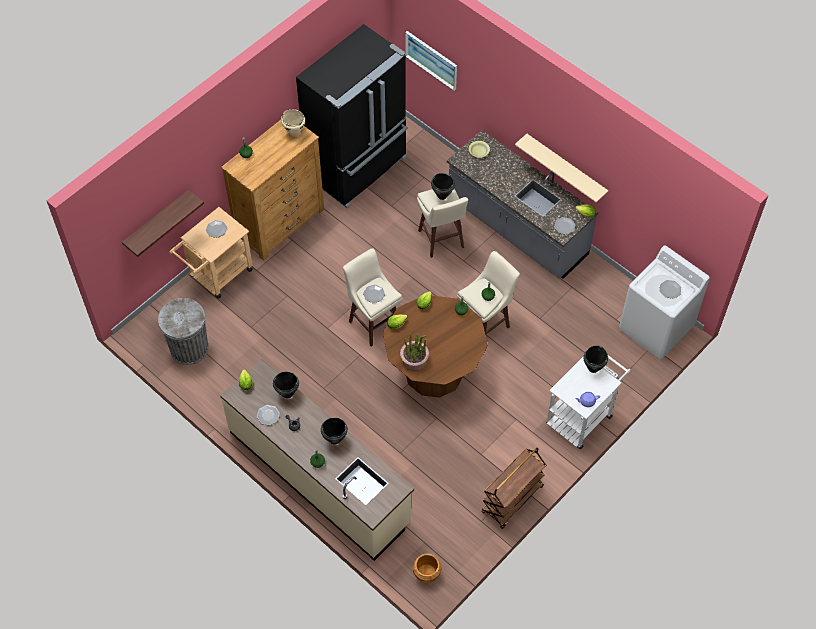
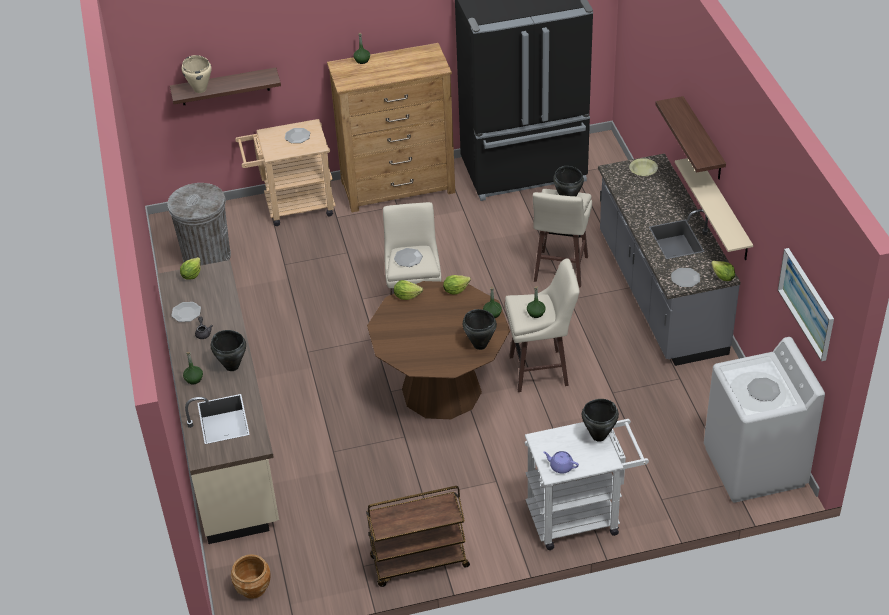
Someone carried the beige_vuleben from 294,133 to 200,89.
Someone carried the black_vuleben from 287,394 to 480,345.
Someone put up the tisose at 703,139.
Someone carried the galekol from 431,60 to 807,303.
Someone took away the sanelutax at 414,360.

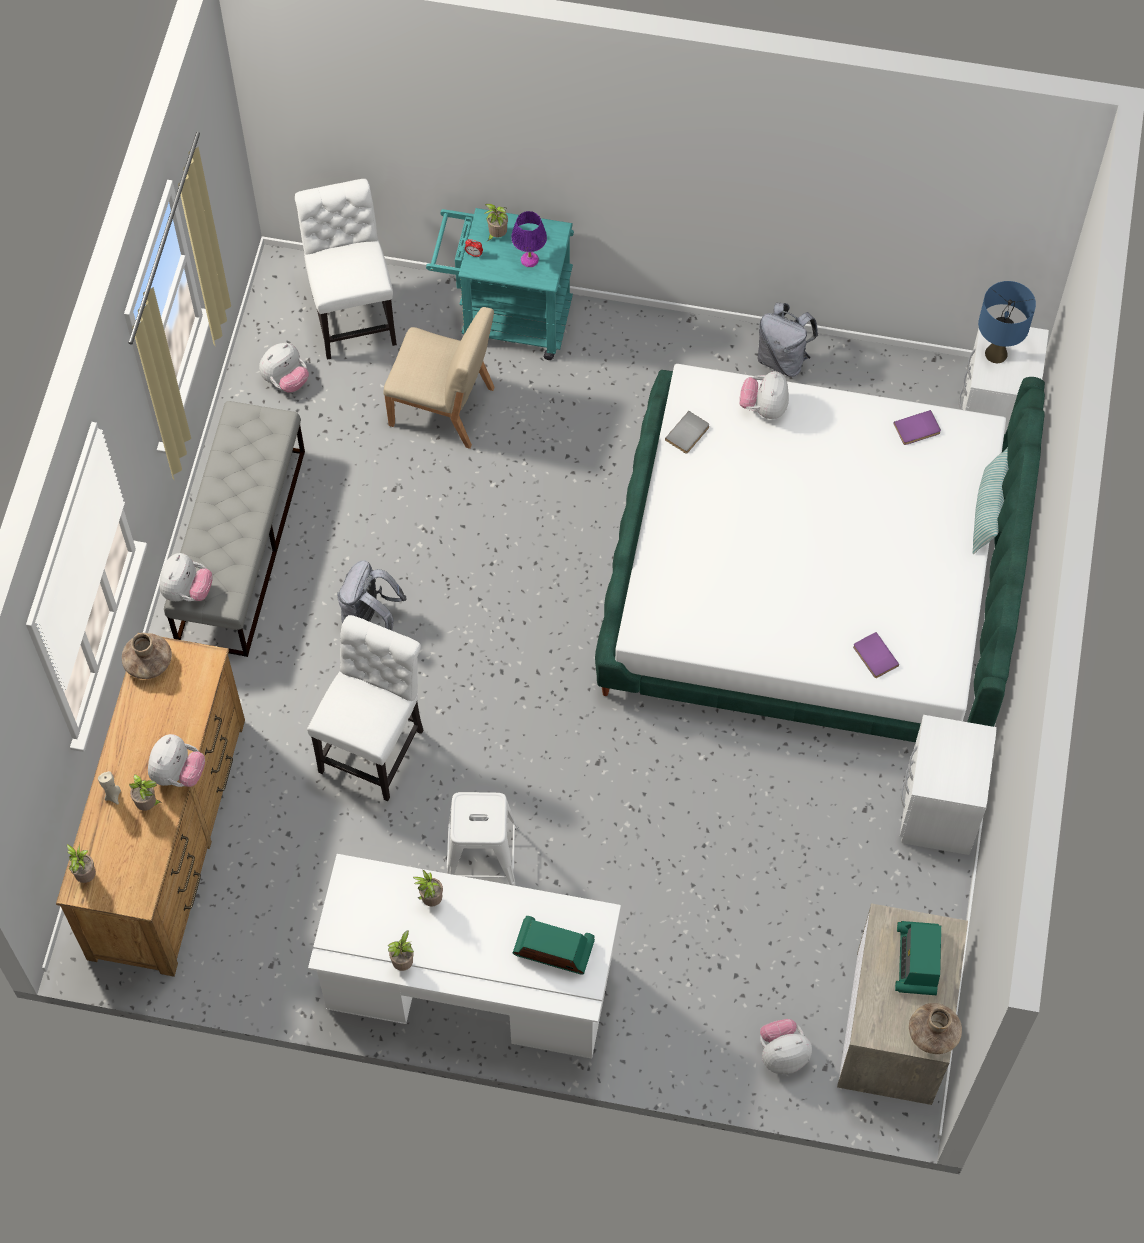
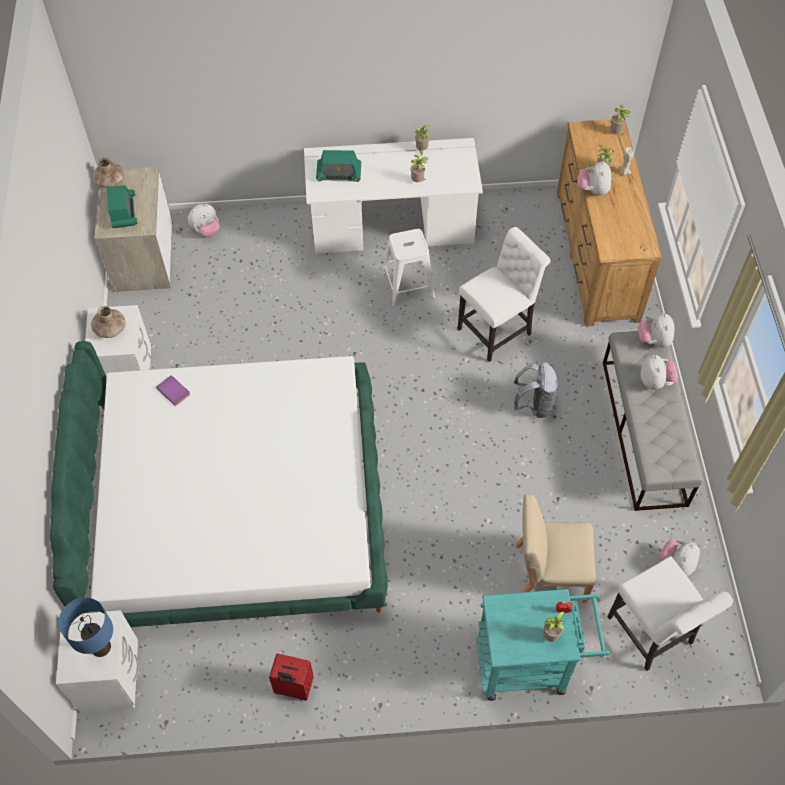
Someone carried the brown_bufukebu from 148,662 to 110,328.
Someone swapped the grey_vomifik at 783,359 for the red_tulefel at 293,688.
Someone rotated the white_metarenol at 374,746 by 135 degrees counterclockwise.
Someone carried the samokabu from 764,407 to 655,382.
Someone took away the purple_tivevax at 529,259.
Someone took away the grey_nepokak at 688,434.
Someone took away the purple_nepokak at 917,430.
Someone took away the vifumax at 987,511.

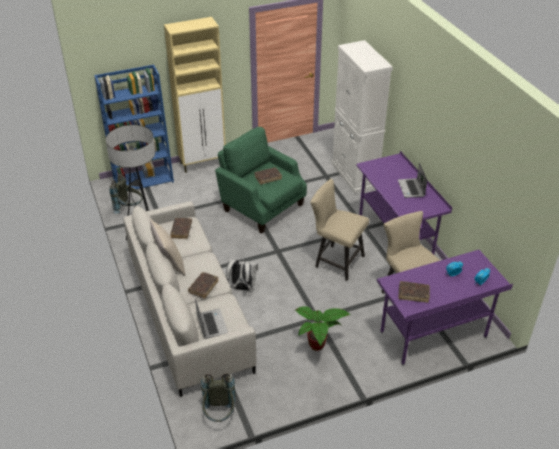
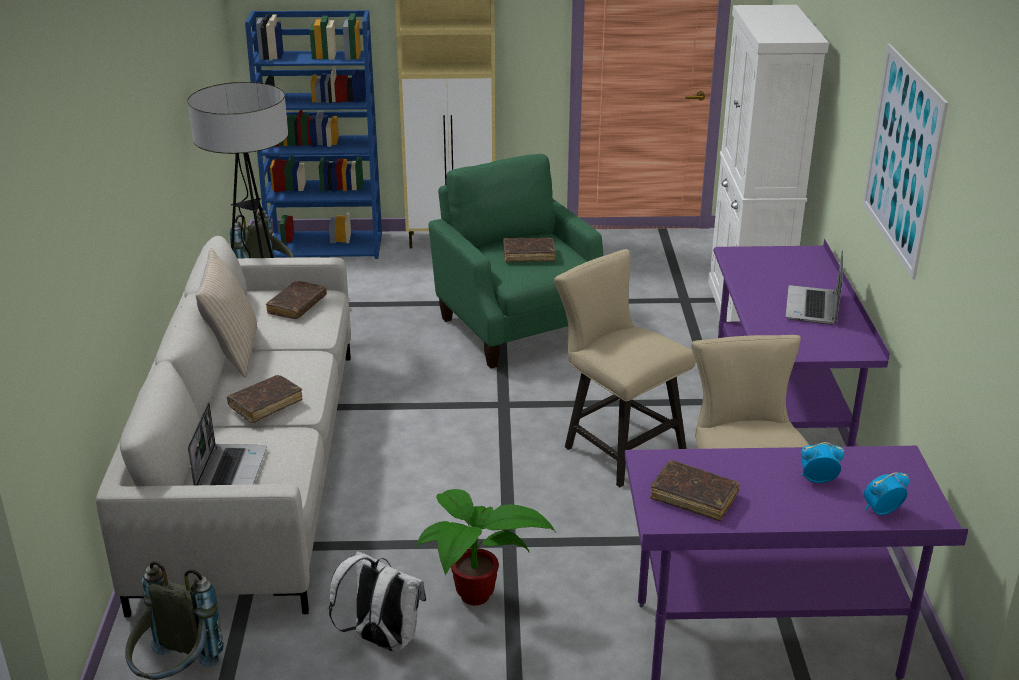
Someone carried the white_vomifik from 242,288 to 382,640.
Someone put up the galekol at 902,158.

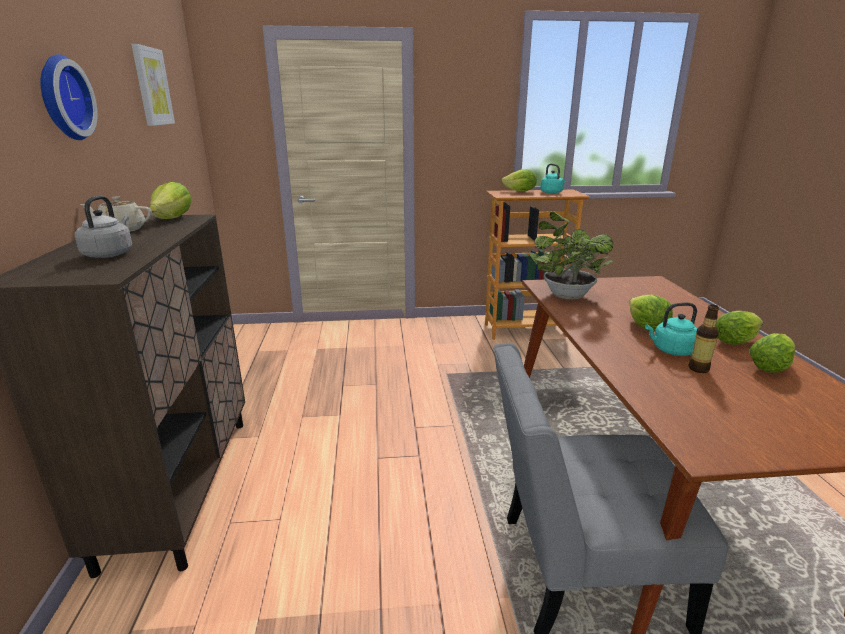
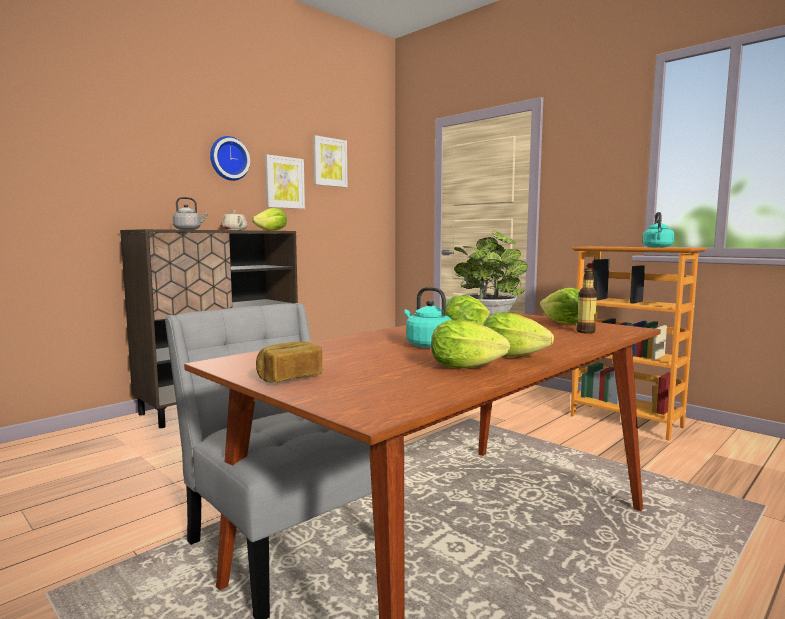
Someone put down the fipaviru at 289,377.
Someone put up the galekol at 284,182.
Someone carried the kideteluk from 520,191 to 564,324.
Someone carried the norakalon from 698,369 to 585,332.

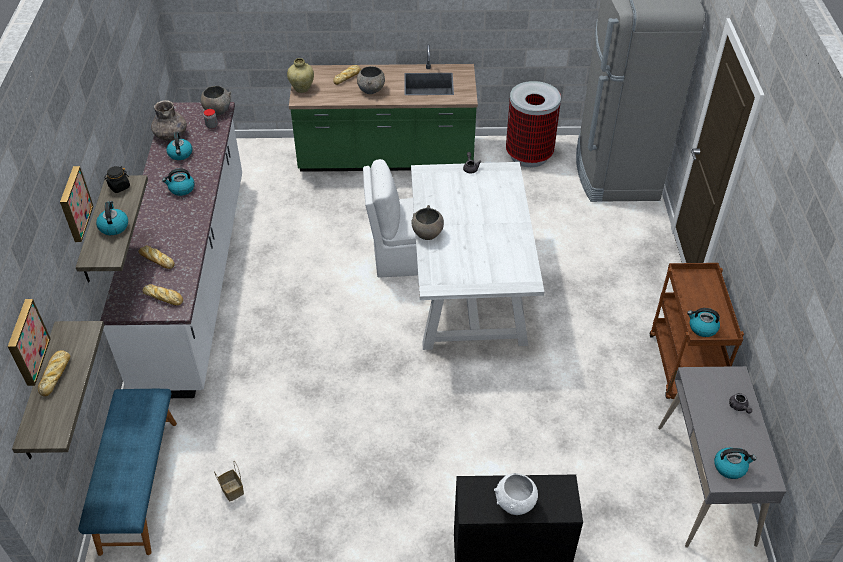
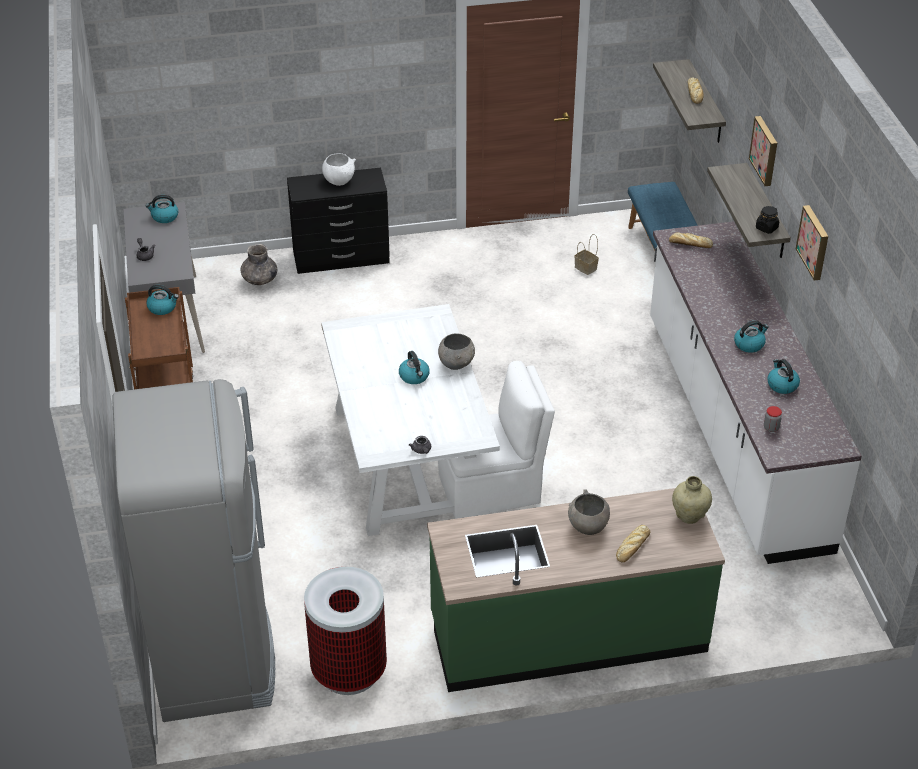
Someone carried the grey_bufukebu from 171,134 to 259,279.
Someone carried the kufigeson from 113,226 to 414,376.
Someone carried the galekol from 26,342 to 814,242.
Someone took away the fipaviru at 156,259.
Someone took away the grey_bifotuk at 217,110.

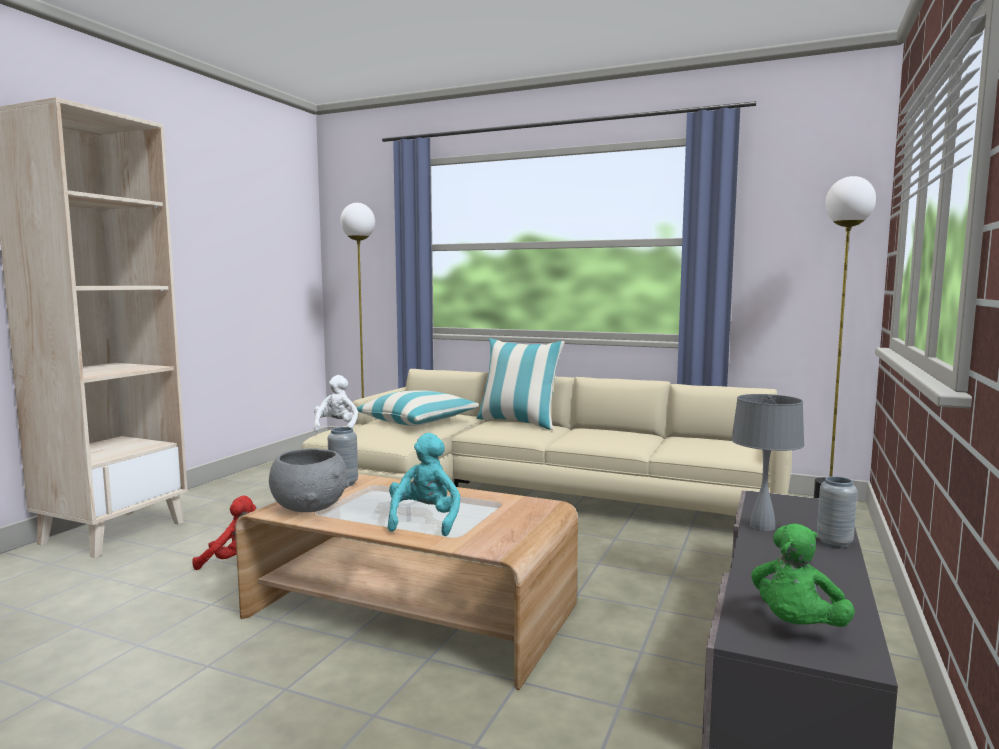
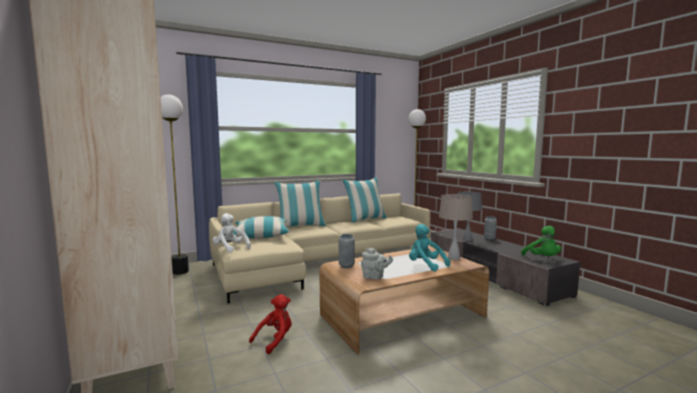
Someone put down the vifumax at 365,219.
Someone swapped the grey_bifotuk at 311,507 for the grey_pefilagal at 374,277.
Someone put down the beige_tivevax at 454,258.

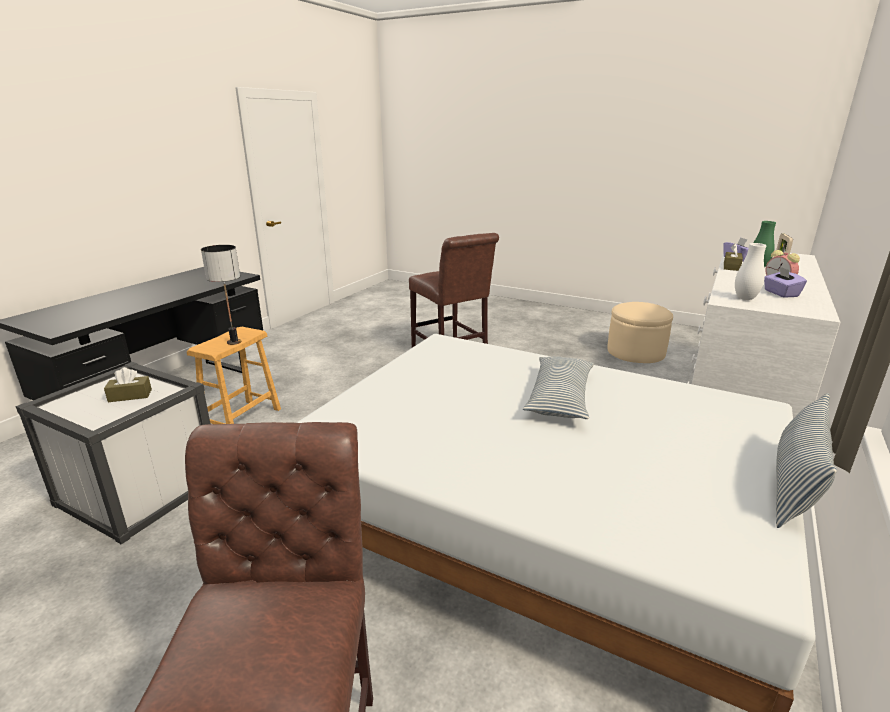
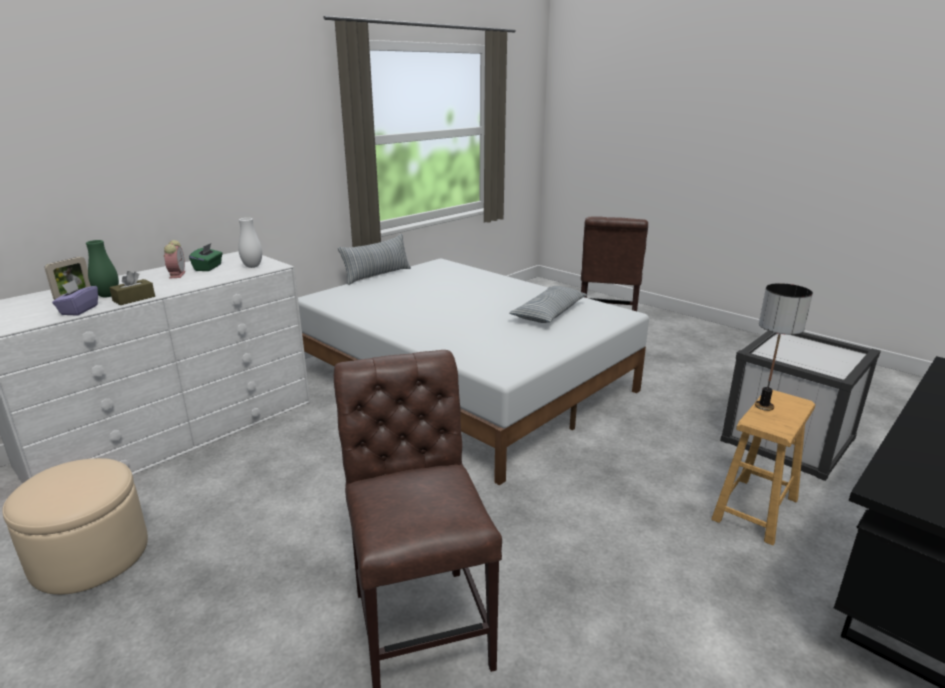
Someone repainted the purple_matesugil at 780,293, which became the green_matesugil at 208,268.
Someone carried the vifumax from 560,397 to 549,313.
Someone took away the brown_matesugil at 130,396.

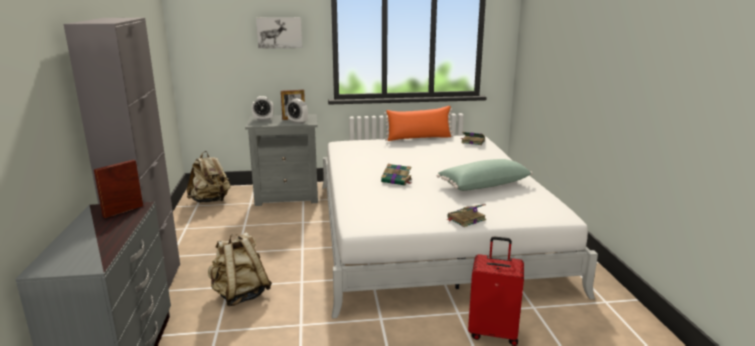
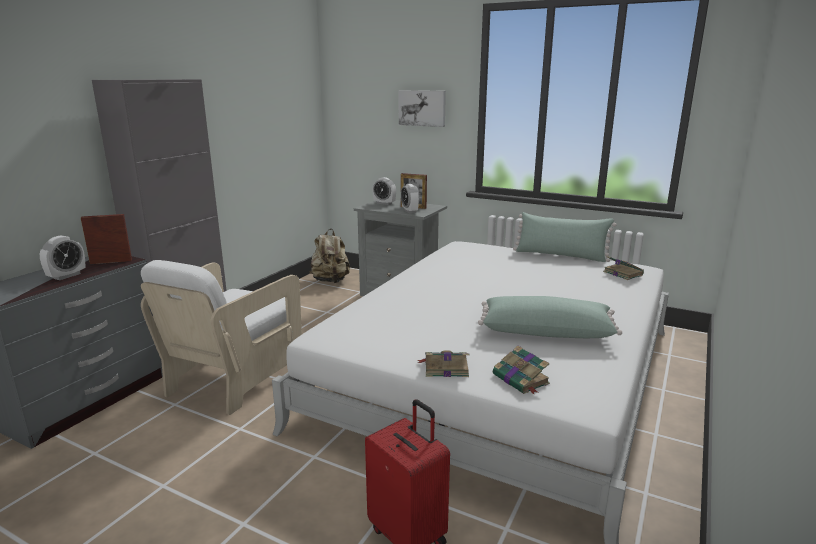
Someone put down the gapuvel at 67,276.
Someone swapped the beige_vomifik at 240,295 for the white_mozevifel at 234,378.
Someone carried the nepokak from 397,181 to 521,380.
Someone repainted the orange_vifumax at 419,138, which became the green_vifumax at 560,255.

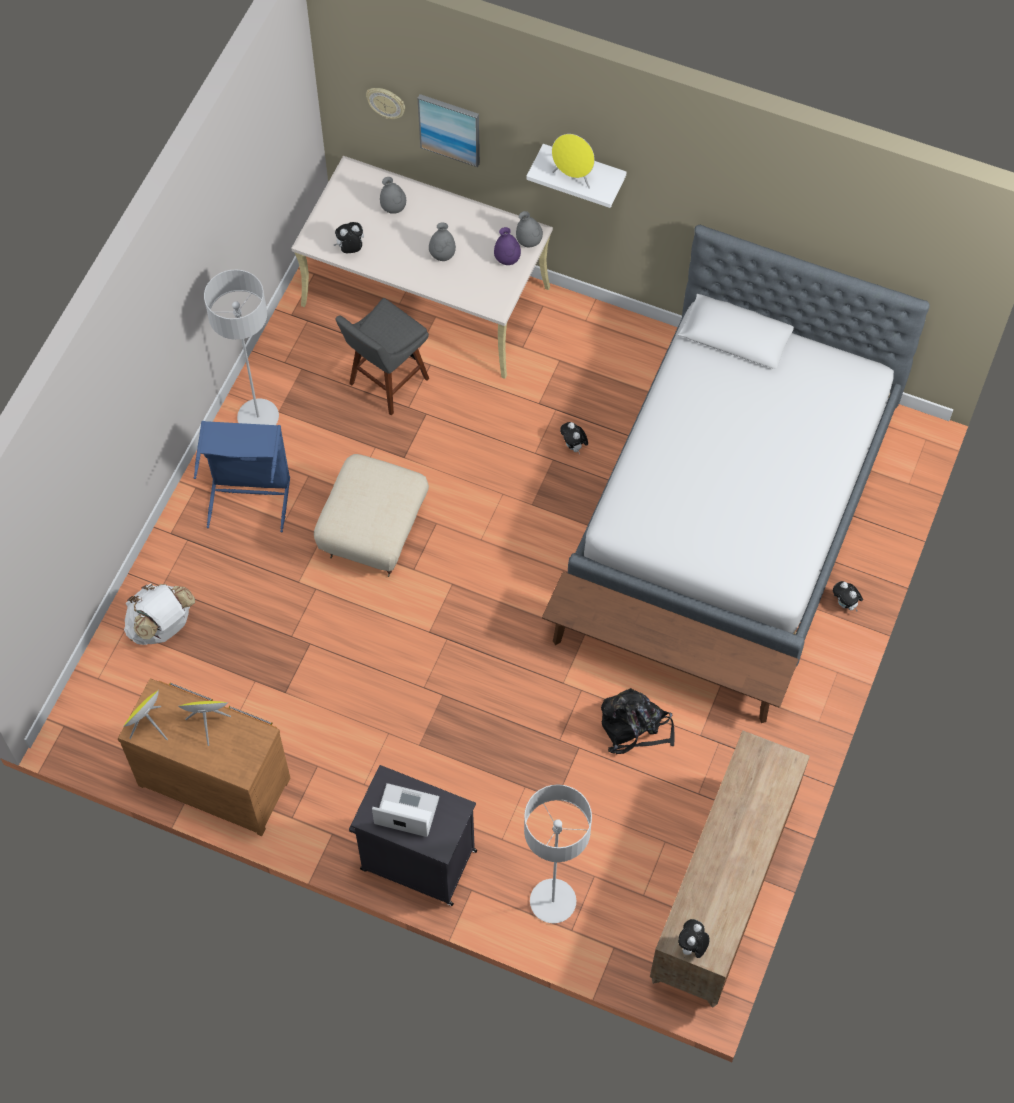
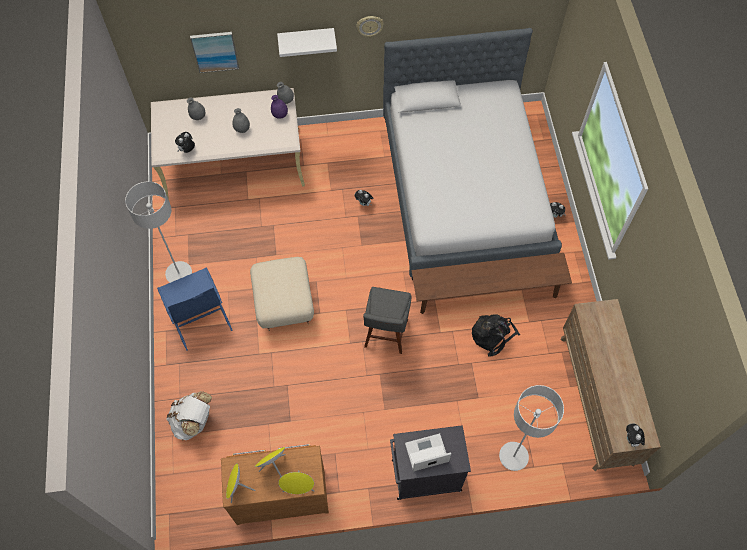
Someone carried the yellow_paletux from 573,177 to 298,488.
Someone carried the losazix from 386,102 to 369,25.
Someone carried the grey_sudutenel from 386,384 to 385,336.

